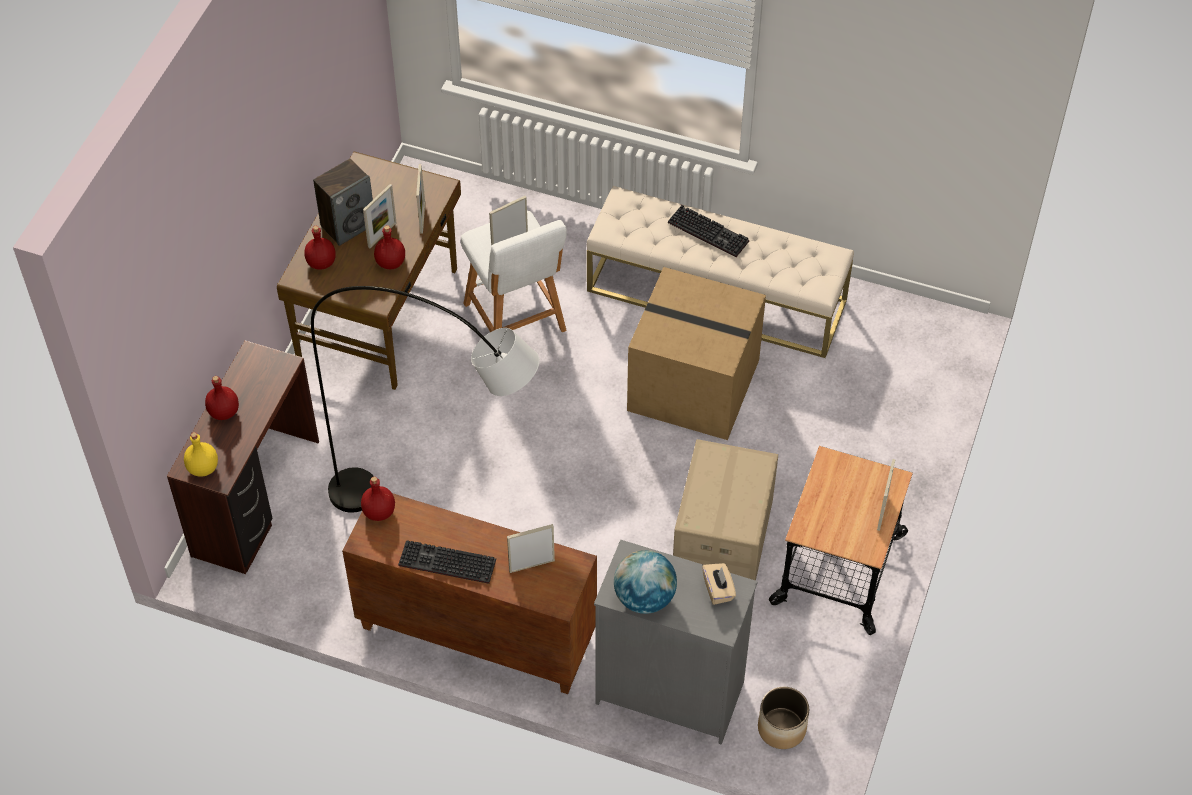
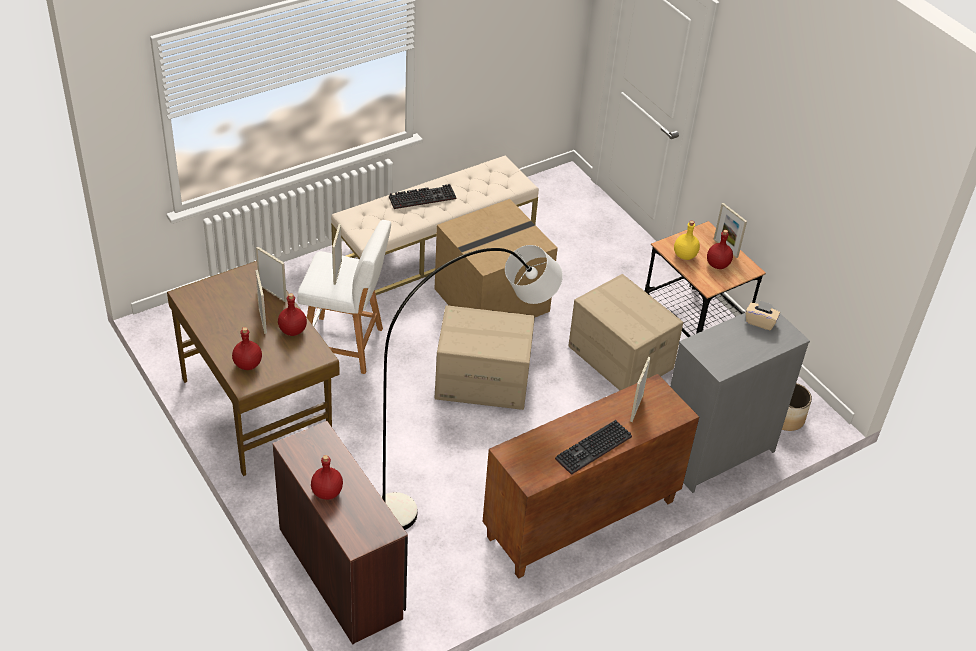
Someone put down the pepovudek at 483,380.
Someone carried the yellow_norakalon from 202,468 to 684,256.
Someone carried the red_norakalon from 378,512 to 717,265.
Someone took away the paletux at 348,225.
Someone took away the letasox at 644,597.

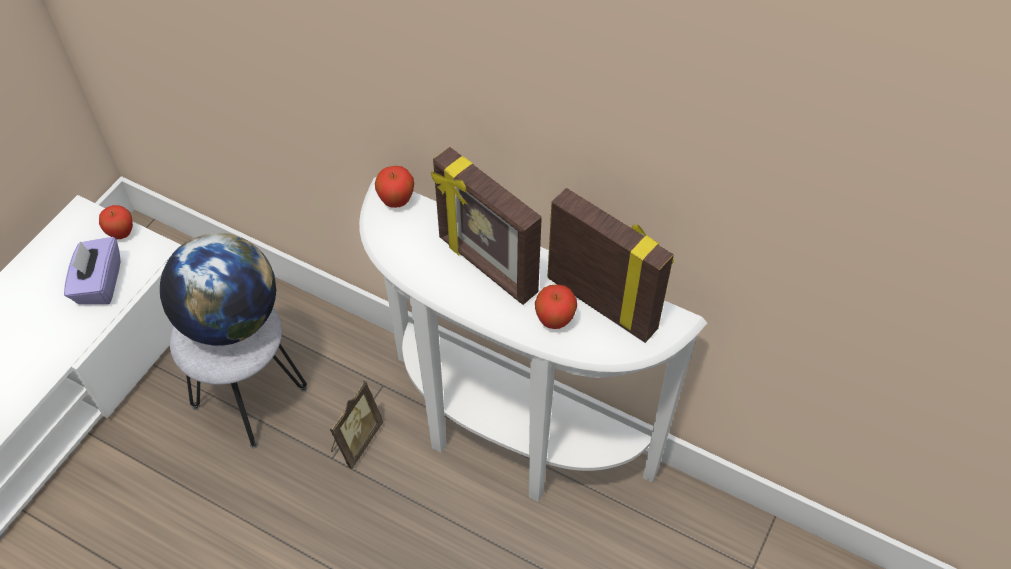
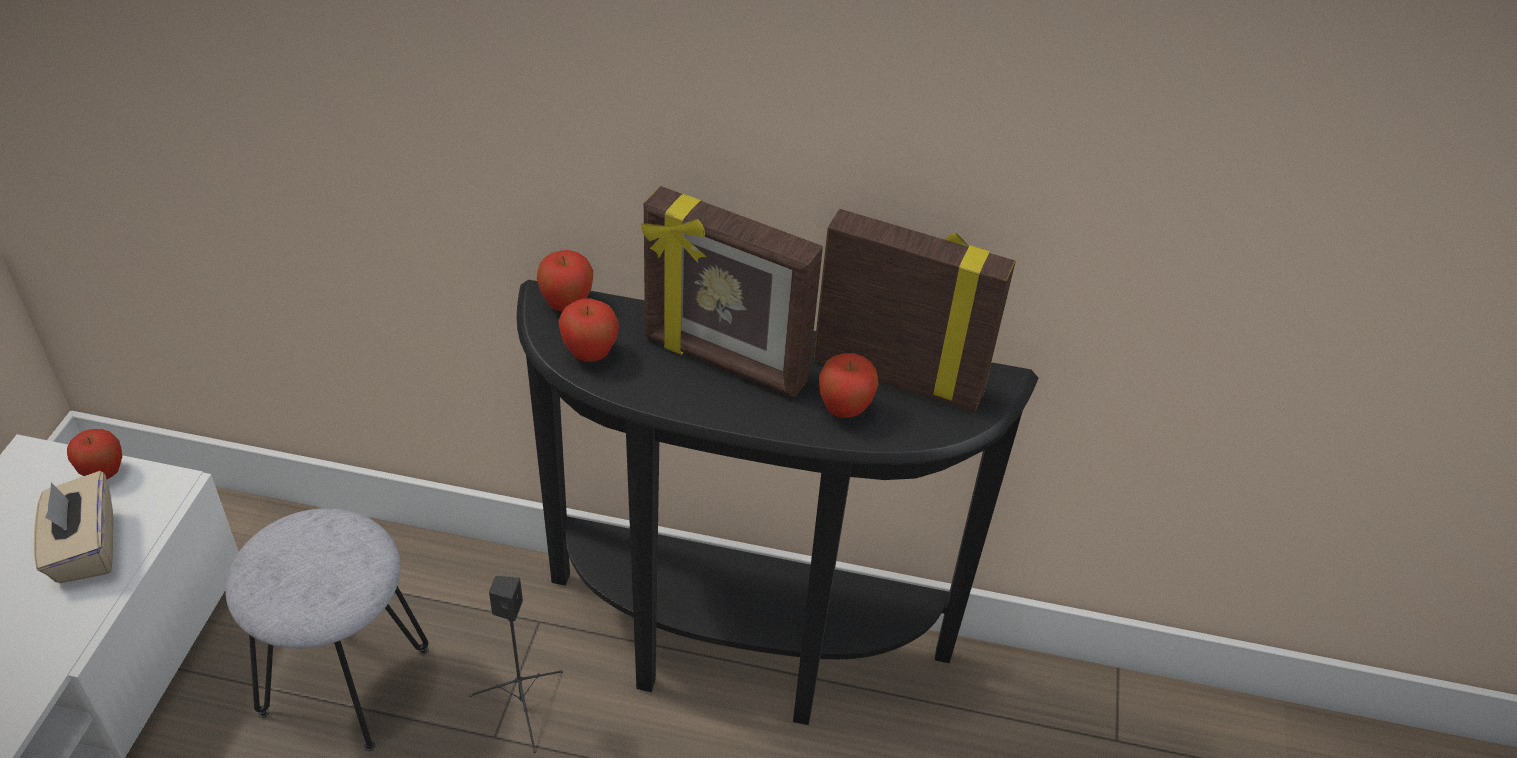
Someone repainted the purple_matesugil at 99,284, which became the beige_matesugil at 84,548.
Someone swapped the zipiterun at 356,440 for the black_paletux at 523,704.
Someone repainted the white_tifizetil at 508,441, which became the black_tifizetil at 739,655.
Someone put down the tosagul at 590,354.
Someone took away the letasox at 229,320.

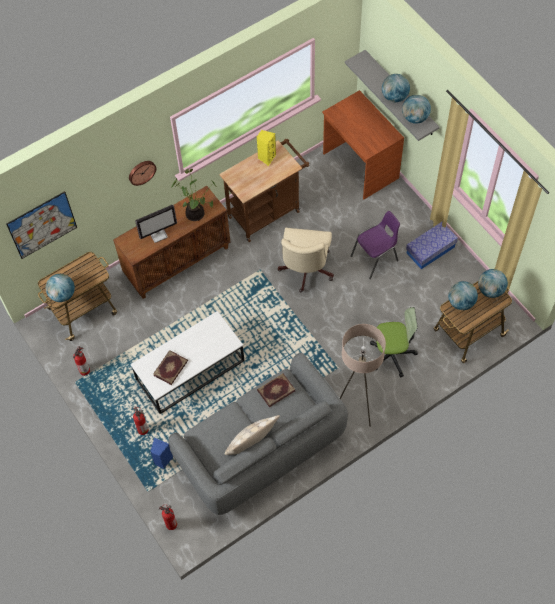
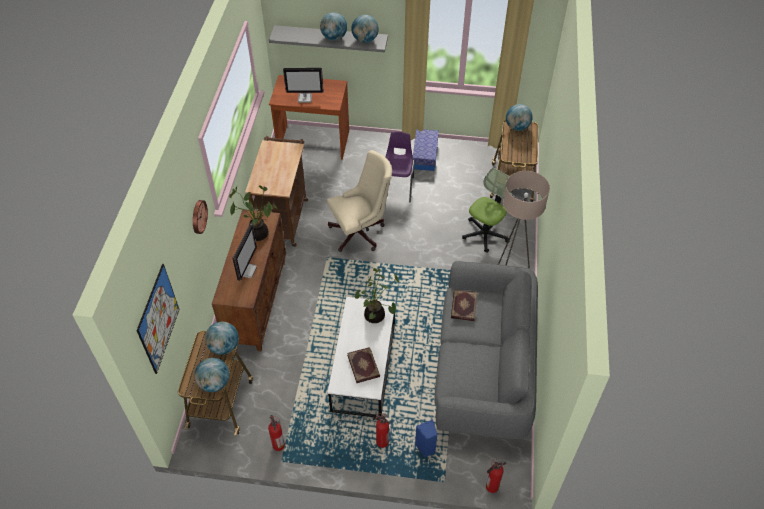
Someone carried the letasox from 461,302 to 224,346.
Someone put down the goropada at 305,98.
Someone rotated the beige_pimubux at 305,271 by 75 degrees counterclockwise.
Someone put down the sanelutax at 376,316.
Someone took away the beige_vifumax at 252,443.
Someone took away the yellow_paletux at 266,157.

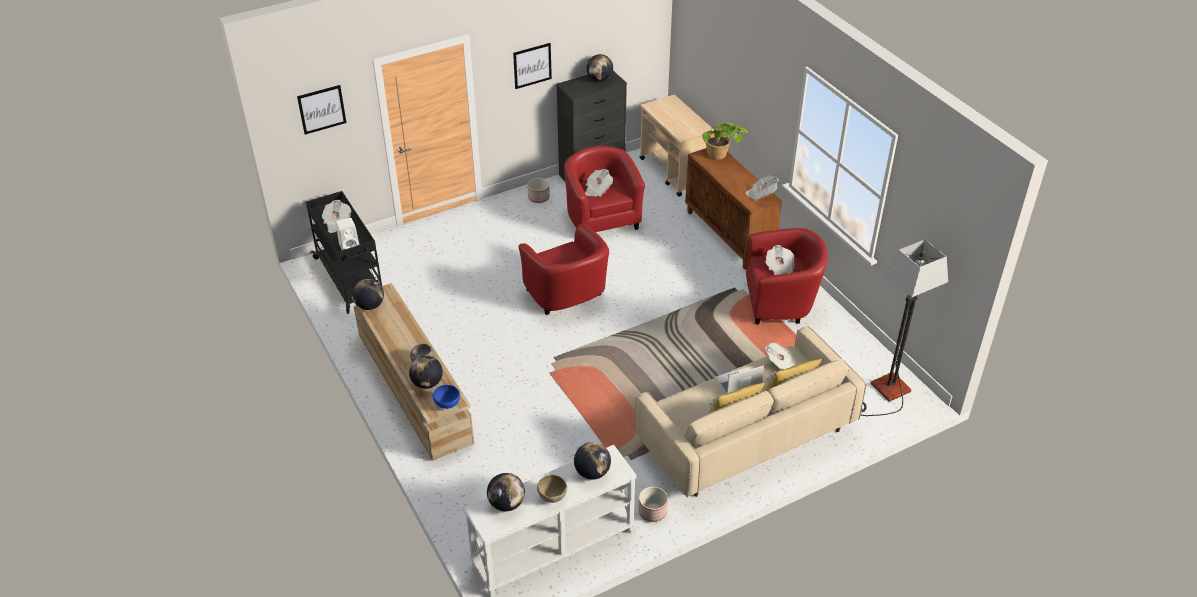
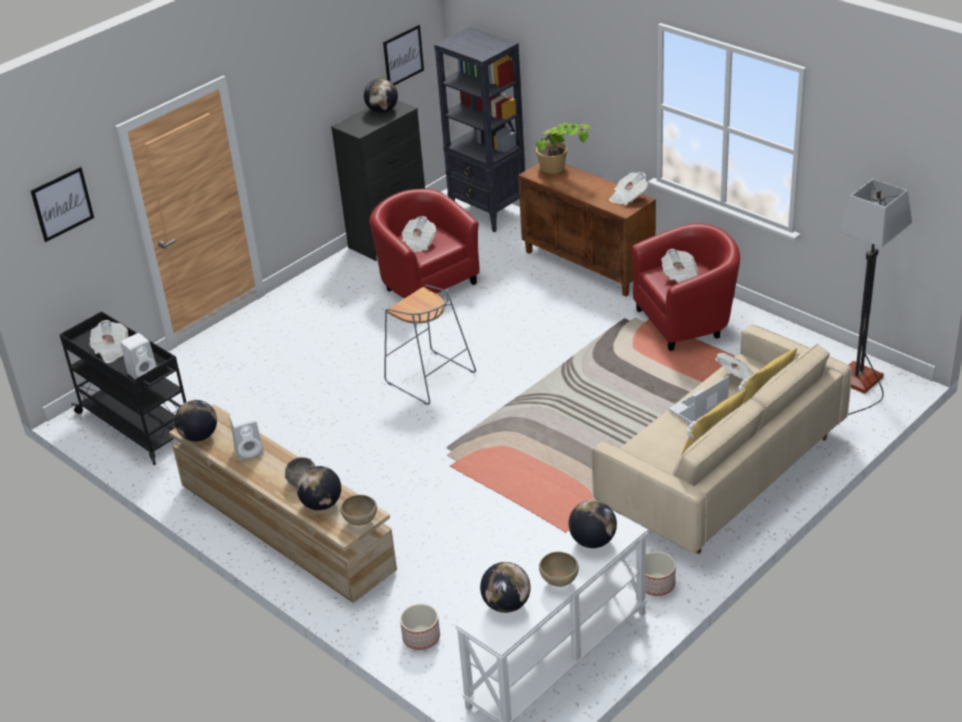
Someone put down the white_paletux at 250,450.
Someone repainted the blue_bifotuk at 447,405, which became the brown_bifotuk at 360,522.
Someone carried the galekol from 532,65 to 403,56.
Someone swapped the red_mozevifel at 567,297 for the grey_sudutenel at 428,377.
Someone carried the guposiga from 539,197 to 421,637.
Someone swapped the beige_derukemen at 675,172 for the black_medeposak at 488,213.

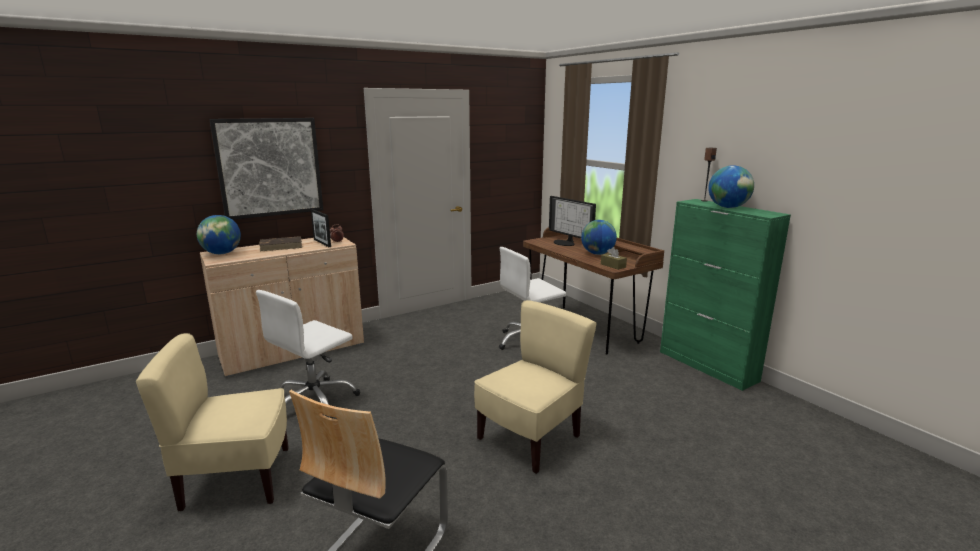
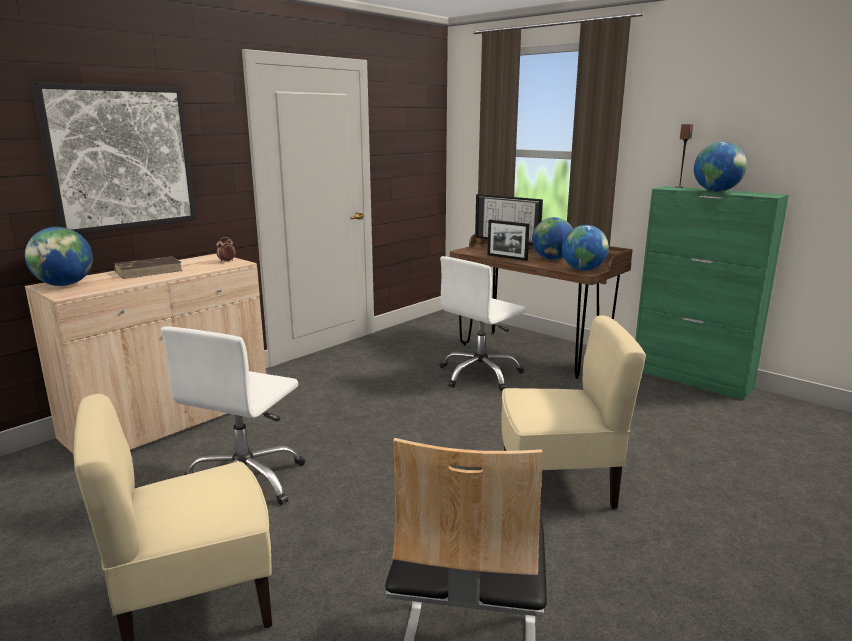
Someone carried the zipiterun from 322,243 to 507,257.
Someone rotated the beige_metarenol at 530,438 by 60 degrees clockwise.
Someone swapped the brown_matesugil at 613,265 for the letasox at 583,270.

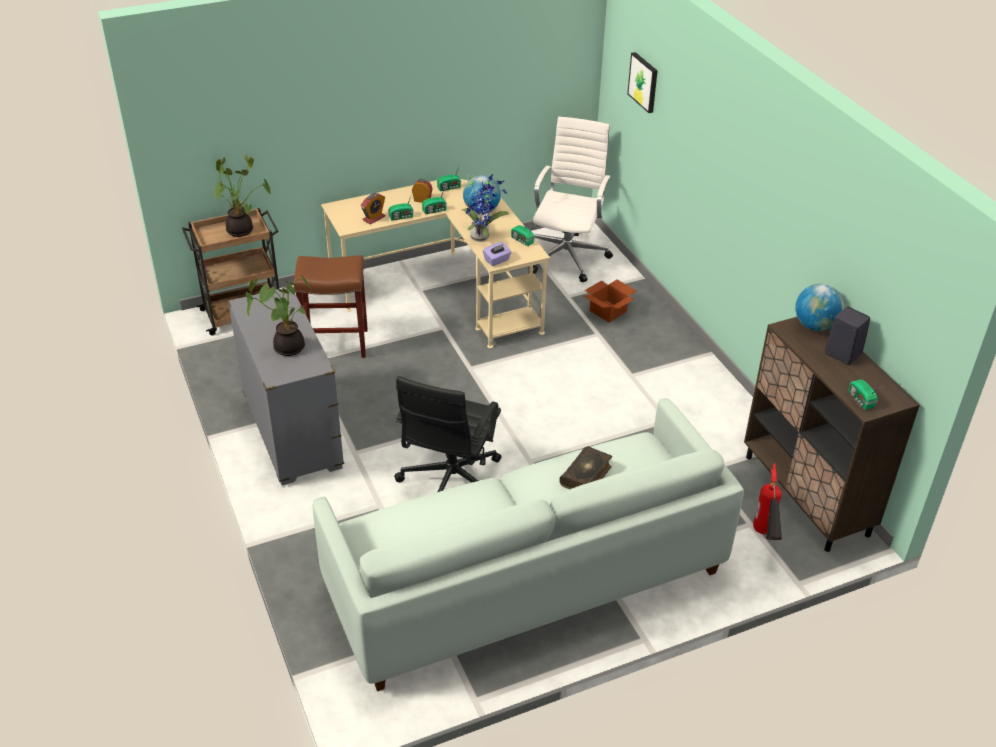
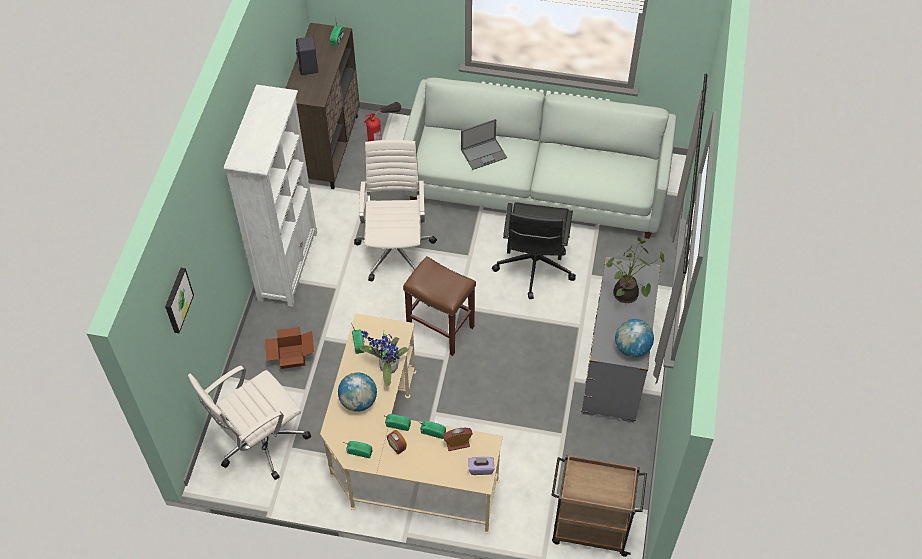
Someone put down the white_medeposak at 288,265.
Someone put down the white_pimubux at 395,249.
Someone carried the brown_sudutenel from 335,344 to 441,329.
Someone swapped the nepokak at 586,476 for the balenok at 484,153.
Someone carried the purple_matesugil from 497,260 to 481,469.
Someone rotated the black_pimubux at 450,484 by 135 degrees clockwise.
Someone carried the letasox from 815,326 to 632,348.
Someone took away the sanelutax at 242,230.

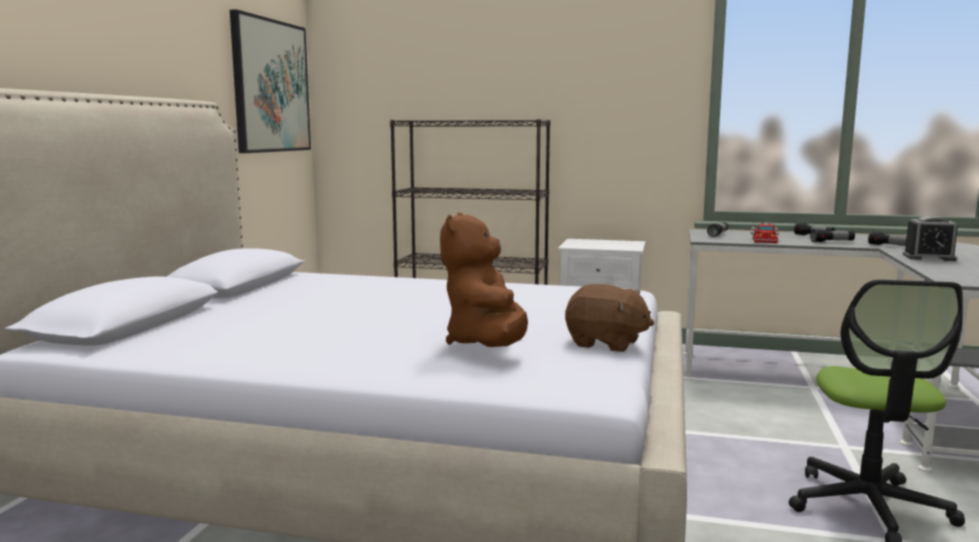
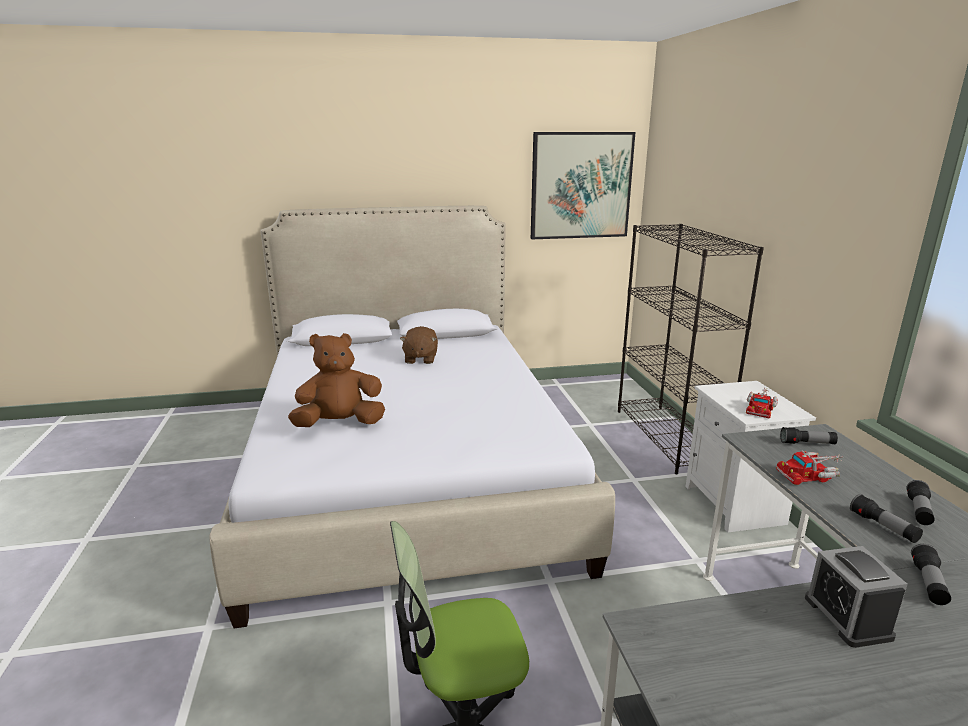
Someone carried the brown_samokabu from 606,343 to 420,359.
Someone put down the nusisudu at 760,408.

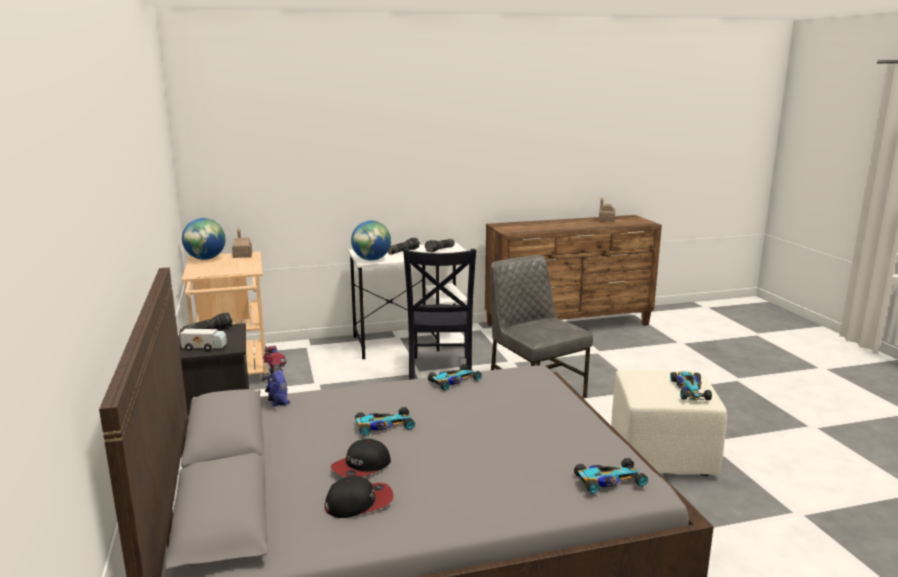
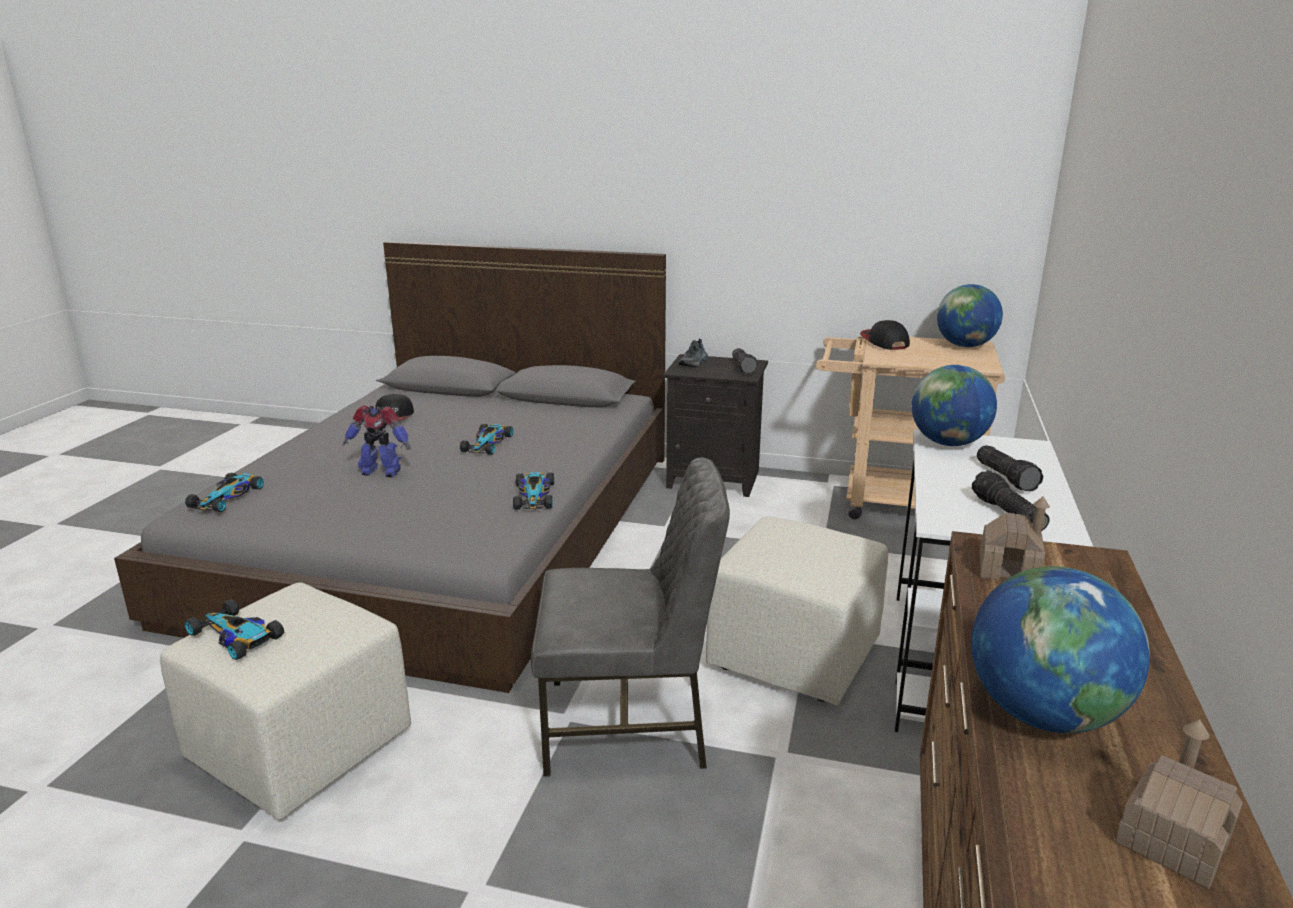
Someone carried the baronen from 277,400 to 381,471.
Someone swapped the nusisudu at 204,348 for the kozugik at 694,363.
Someone swapped the black_metarenol at 440,371 for the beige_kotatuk at 793,654.
Someone carried the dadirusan from 361,467 to 884,342.
Someone put down the letasox at 1043,714.
Someone carried the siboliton from 242,255 to 1008,569.

